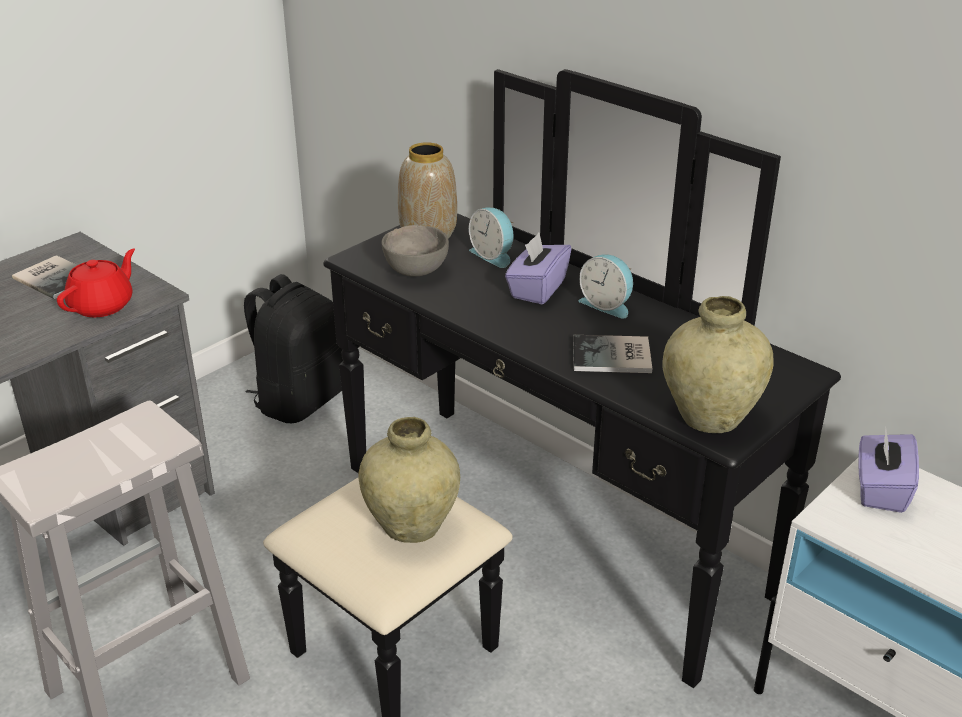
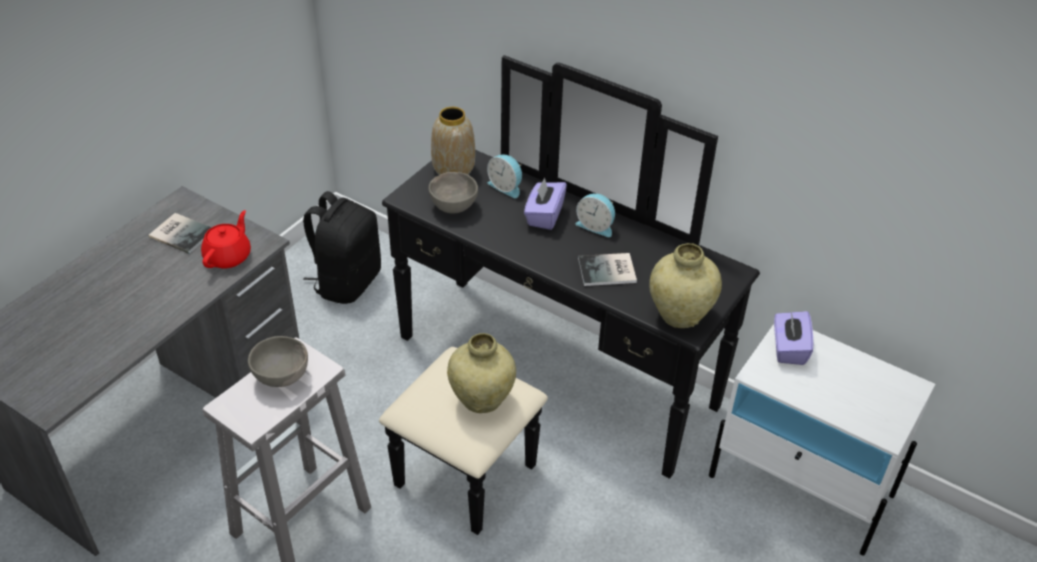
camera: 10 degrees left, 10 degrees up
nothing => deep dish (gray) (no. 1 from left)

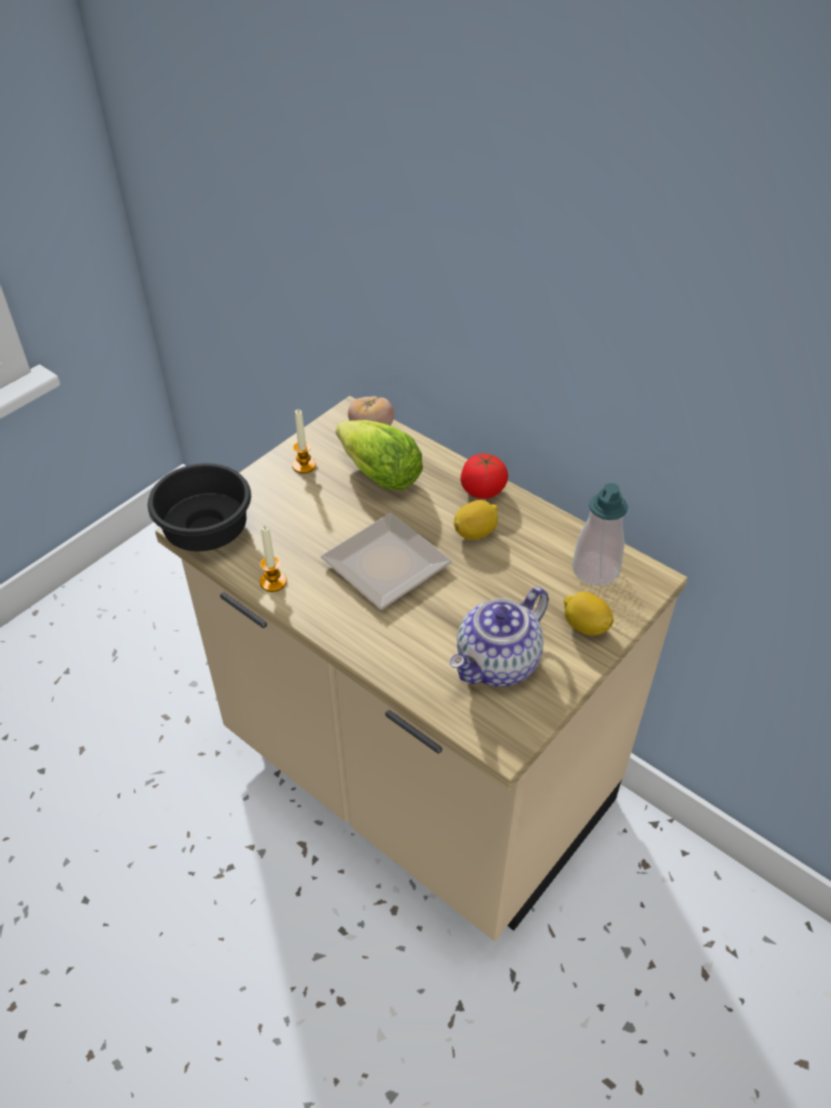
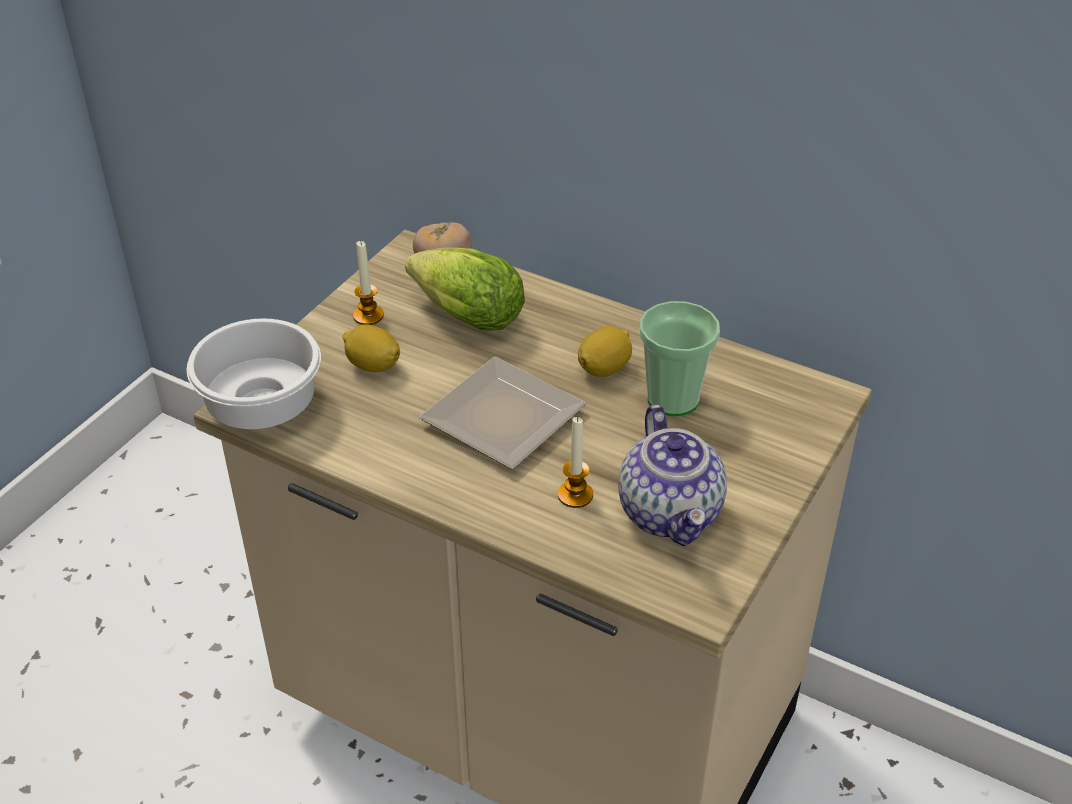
camera: 10 degrees left, 5 degrees down
fresh tomato (no. 2 from left) => nothing
deep dish (blackish) => deep dish (whitish)
soap bottle => nothing
wax candle (no. 1 from left in the first image) => wax candle (no. 2 from left), relocated
teapot, 45 degrees counterclockwise
whole lemon (no. 2 from left in the first image) => whole lemon (no. 1 from left), relocated
nothing => small cup

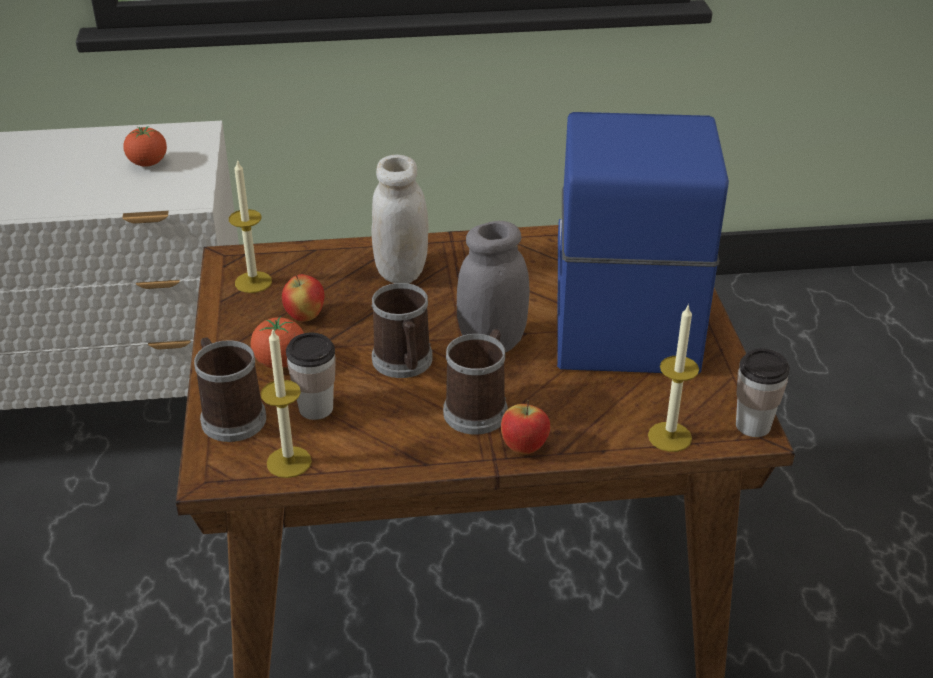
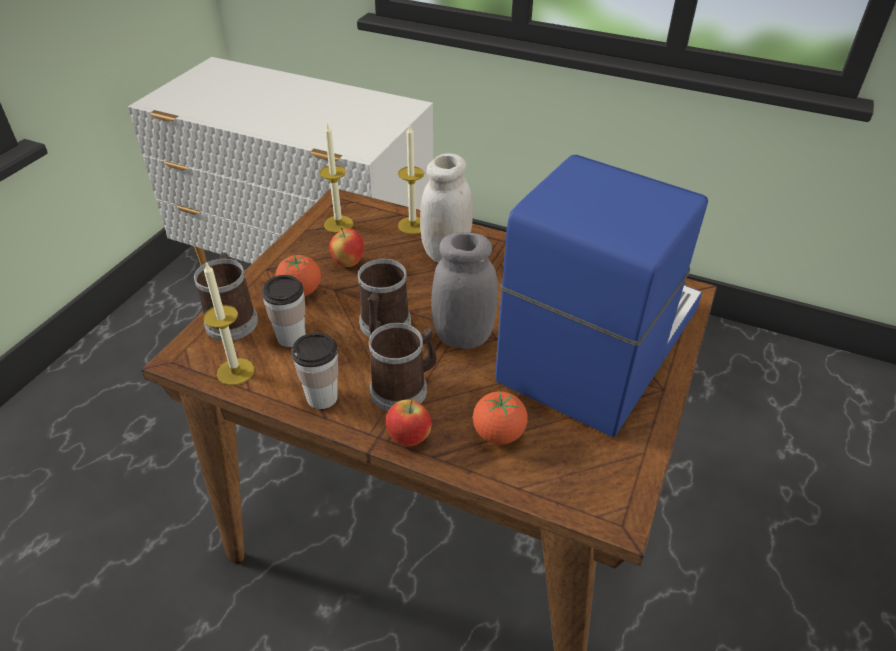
camera: 30 degrees right, 5 degrees up
fresh tomato (no. 1 from left in the first image) => fresh tomato (no. 2 from left), relocated
wax candle (no. 3 from left), relocated
small cup (no. 2 from left), relocated

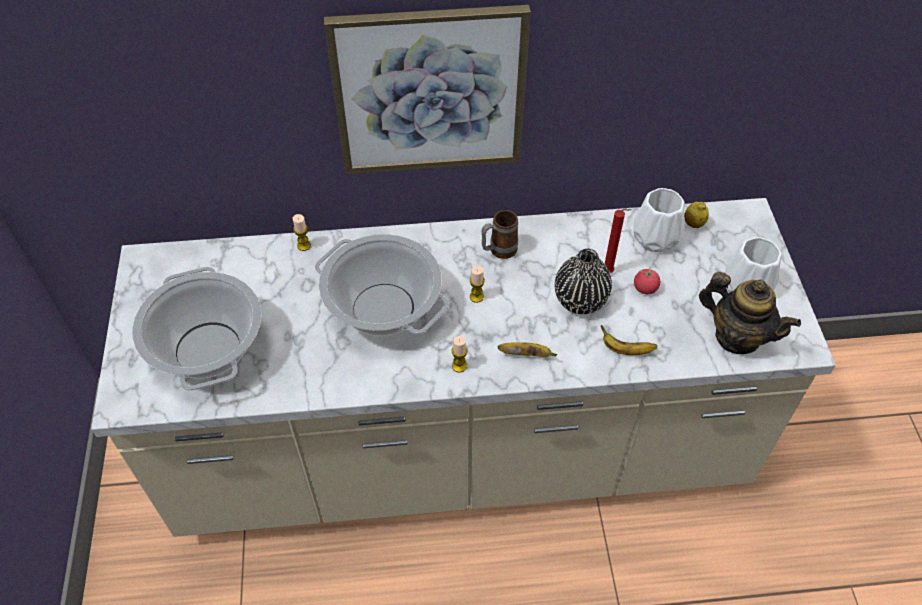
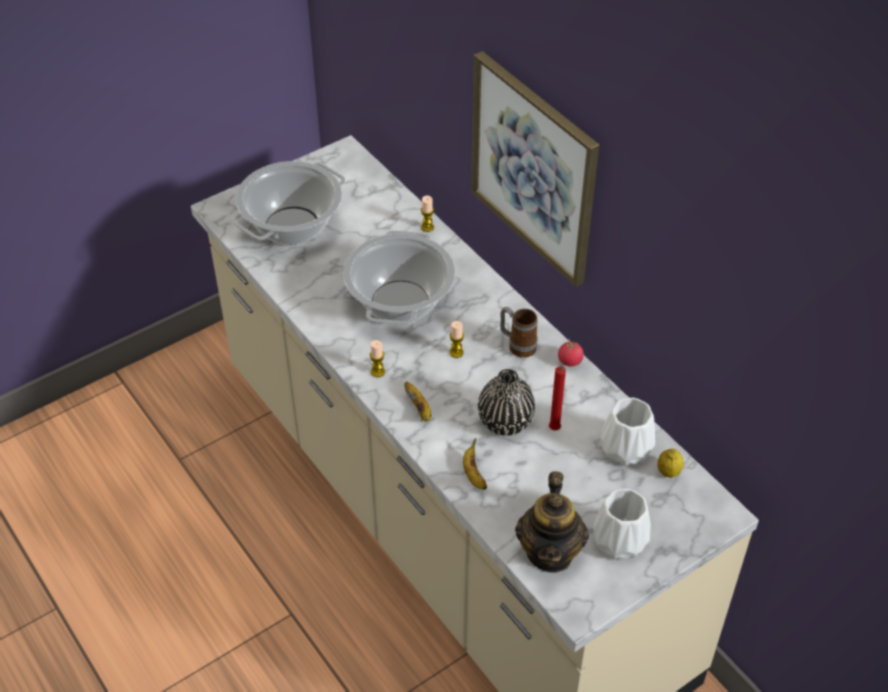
camera: 60 degrees right, 5 degrees down
fresh tomato, relocated

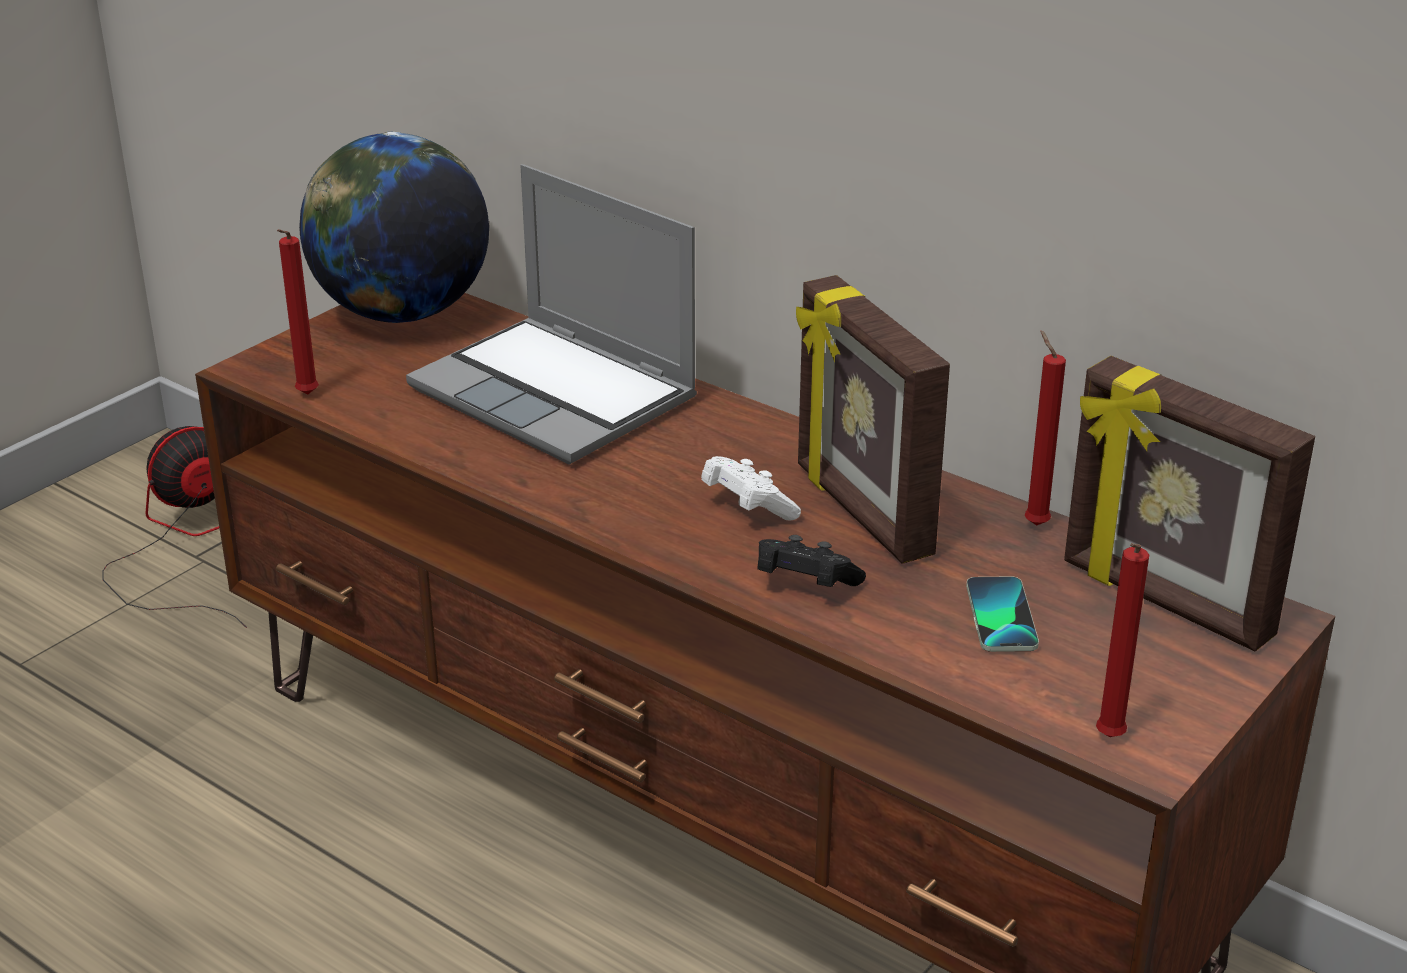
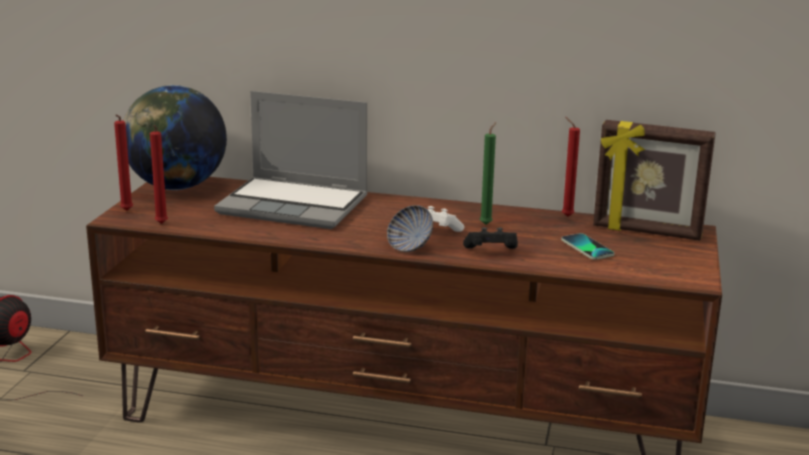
camera: 25 degrees left, 10 degrees down
standing frame (no. 1 from left) => wax candle (green-coloured)
wax candle (red) (no. 3 from left in the first image) => wax candle (red) (no. 1 from left), relocated
nothing => deep dish

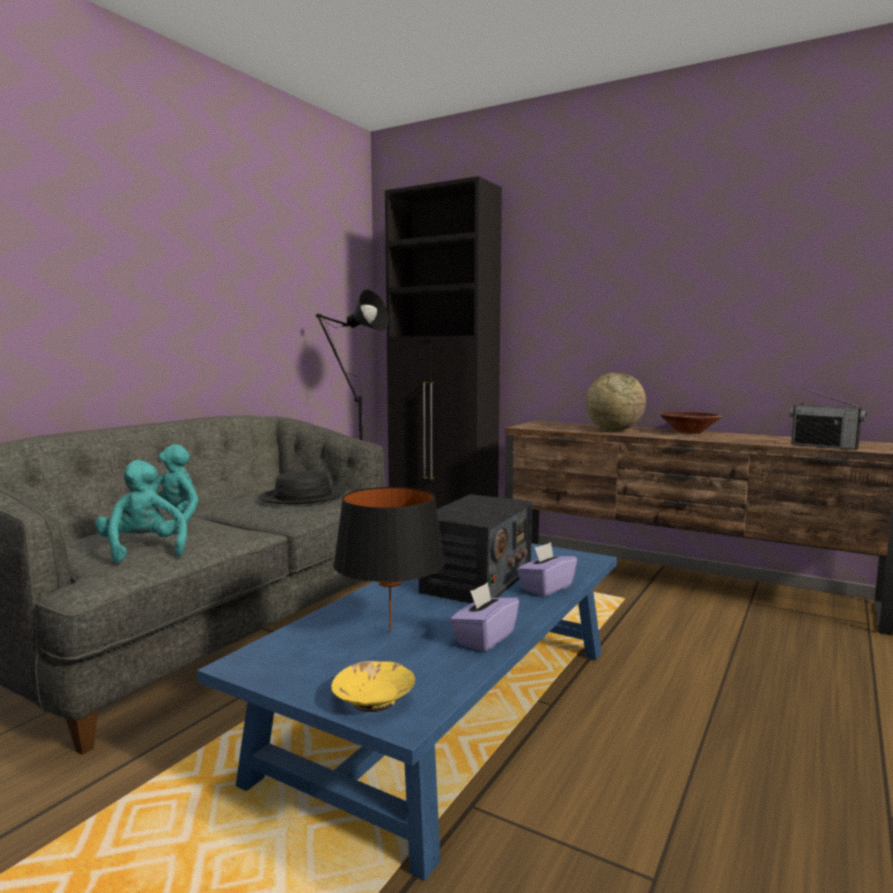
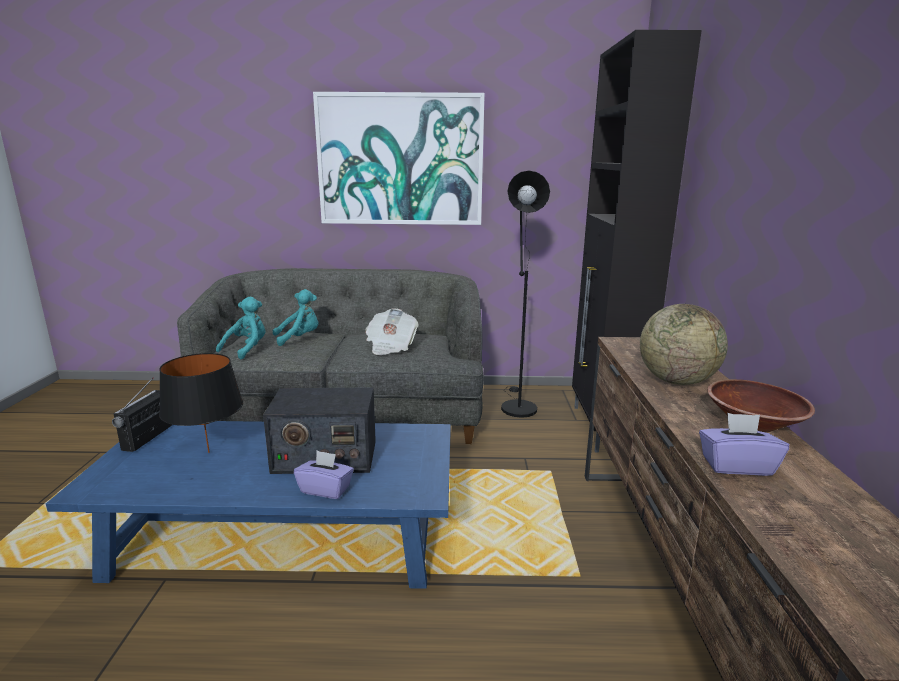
camera: 60 degrees right, 10 degrees up
radio (no. 2 from left in the first image) => radio (no. 1 from left), relocated
hat (blackish) => printed paper
tissue box (purplish) (no. 1 from left in the first image) => tissue box (purplish) (no. 2 from left), relocated
deep dish (yellowish) => nothing
nothing => picture

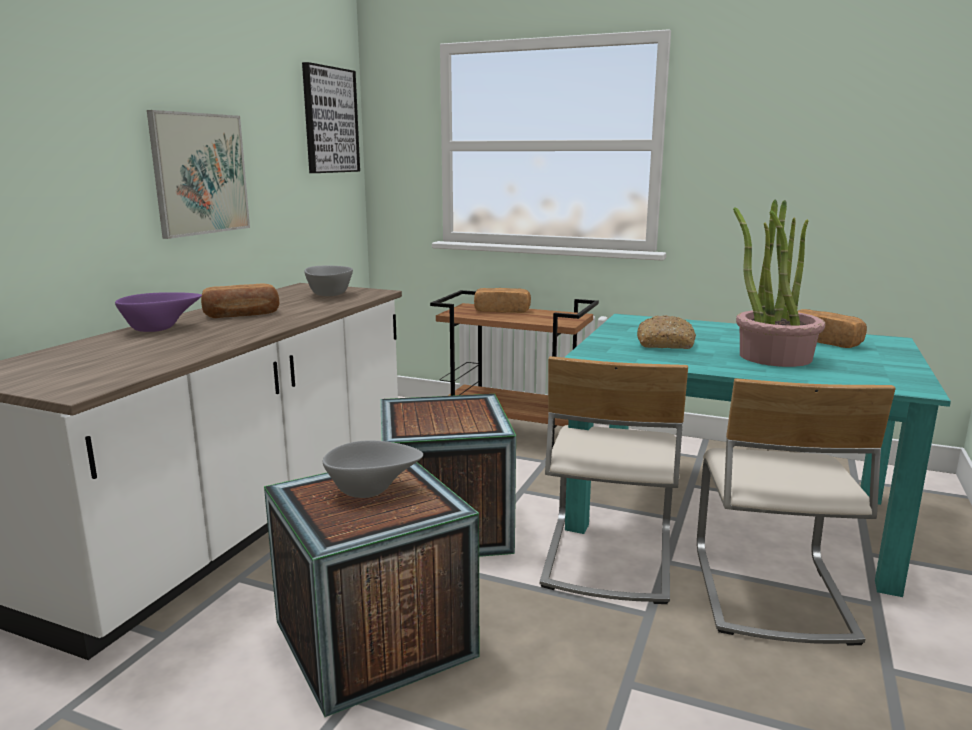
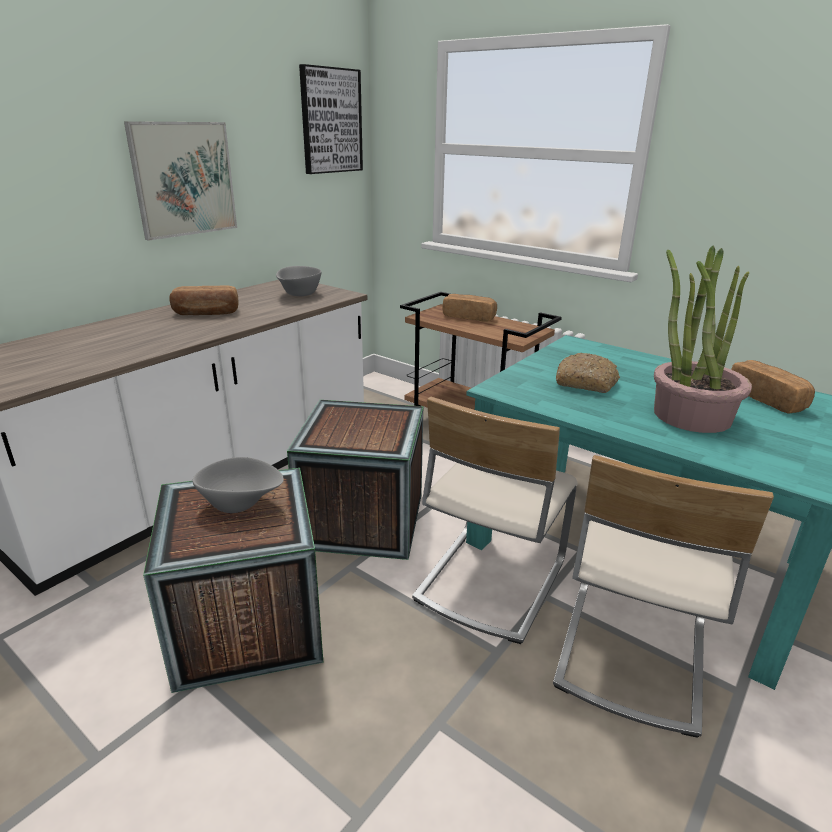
camera: 15 degrees right, 10 degrees up
deep dish (purplish) => nothing

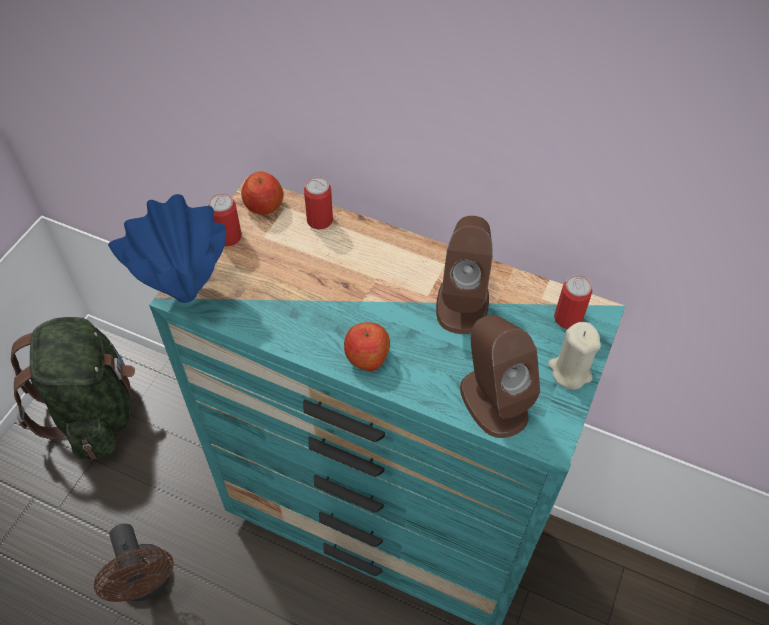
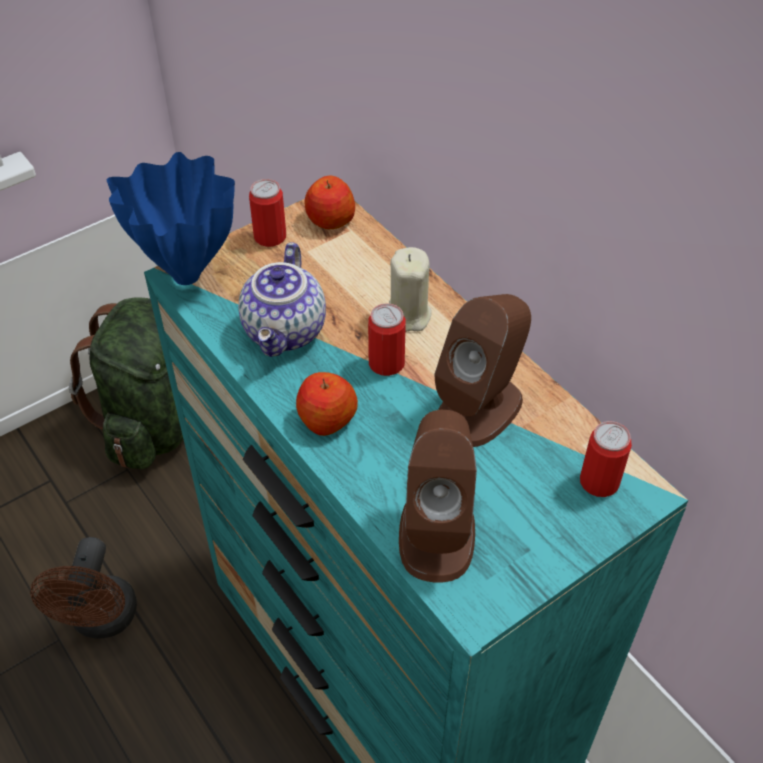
camera: 30 degrees right, 5 degrees down
can (no. 2 from left), relocated
wax candle (sand-coloured), relocated
nothing => teapot

